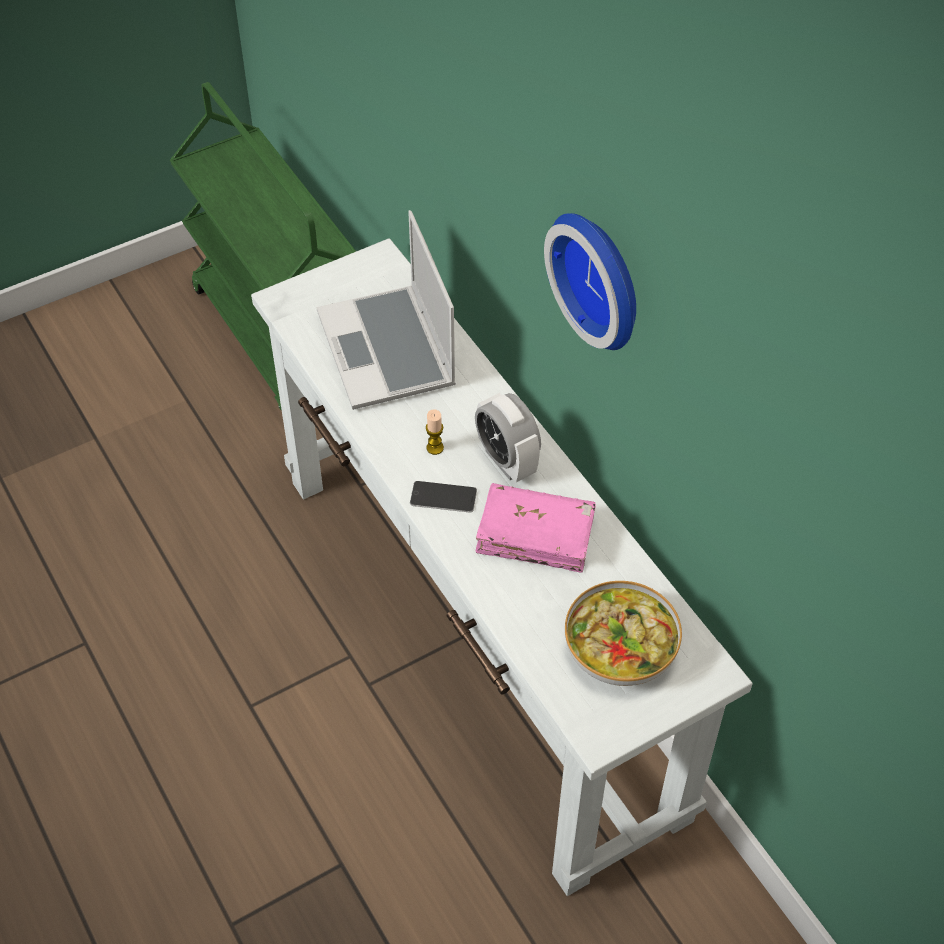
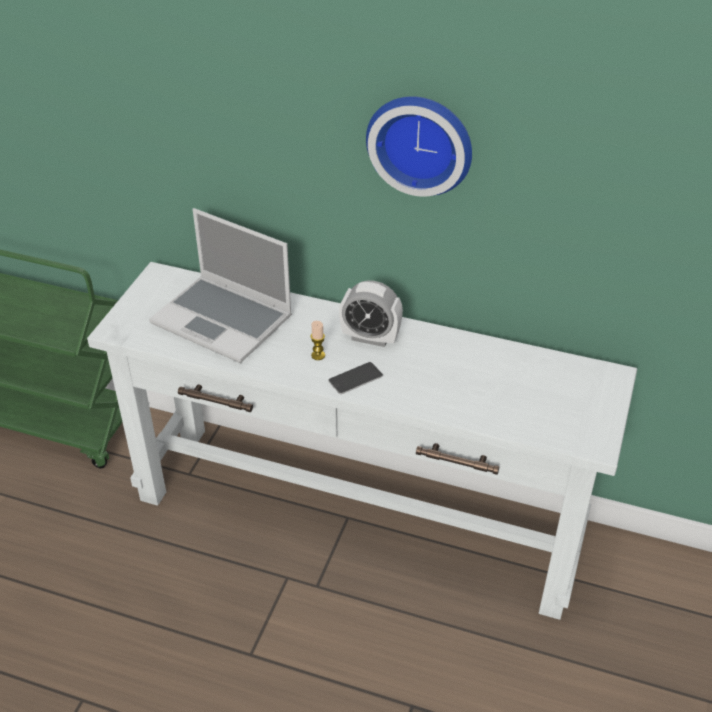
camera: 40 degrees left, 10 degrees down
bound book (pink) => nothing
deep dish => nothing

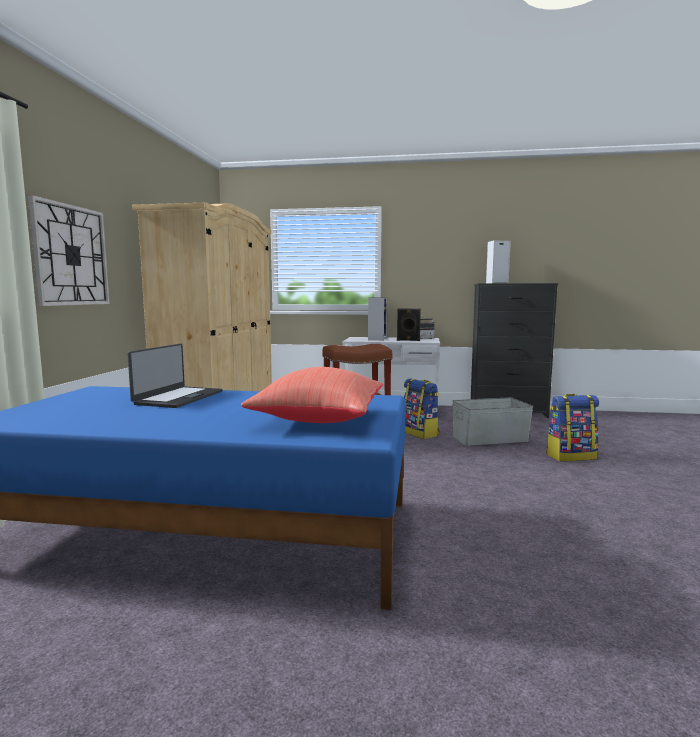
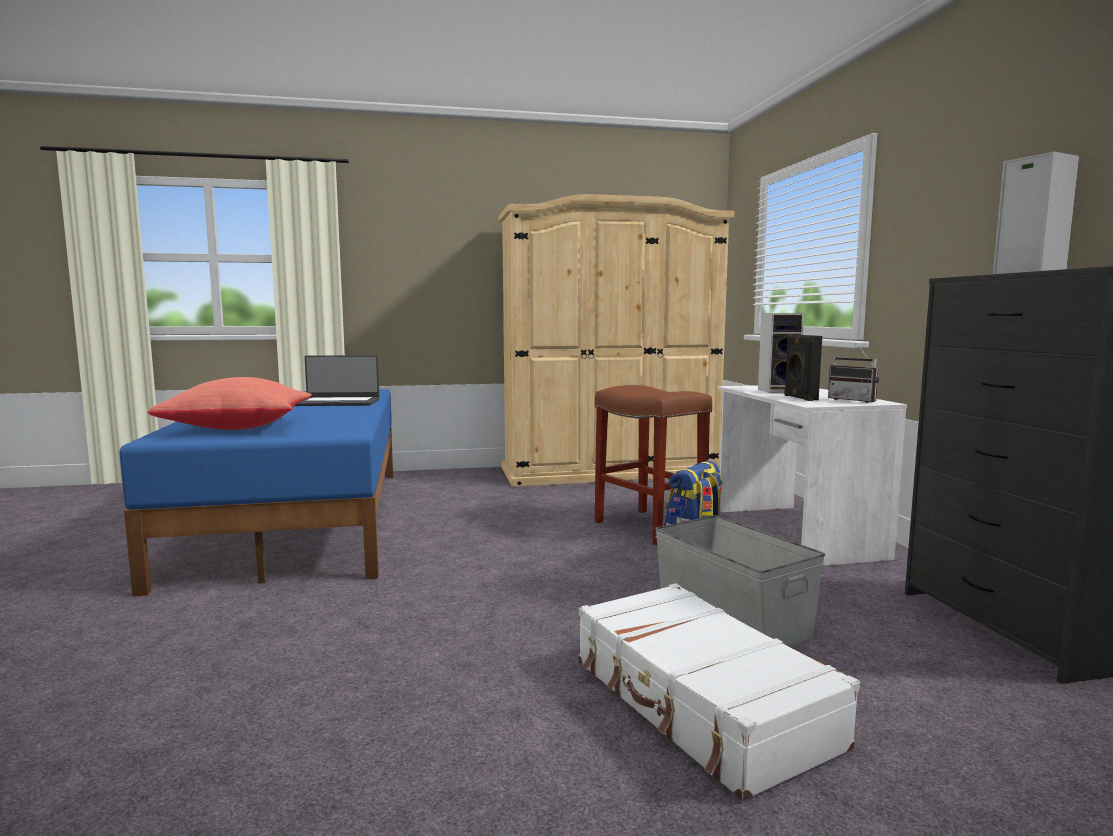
camera: 70 degrees right, 0 degrees up
wall clock => nothing
knapsack (no. 2 from left) => piece of luggage (whitish)

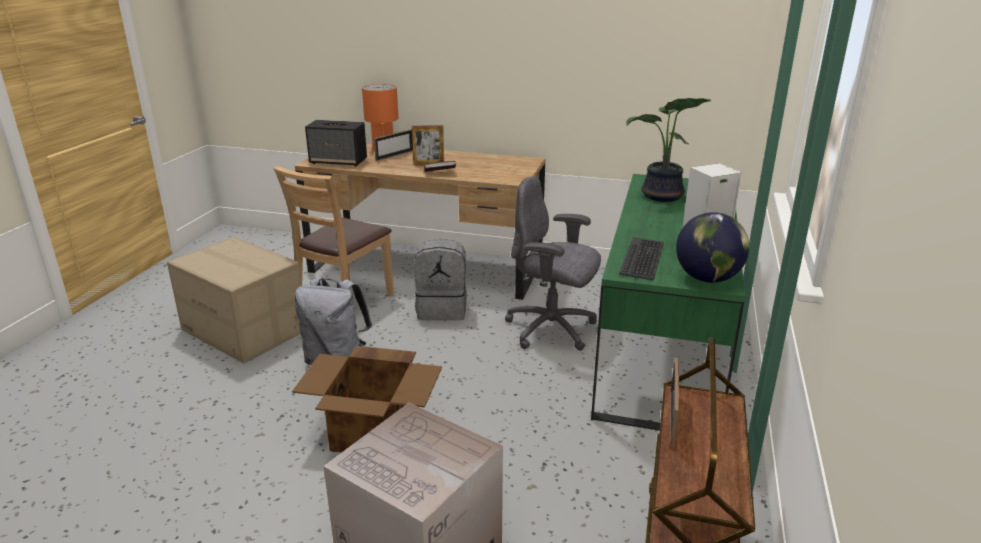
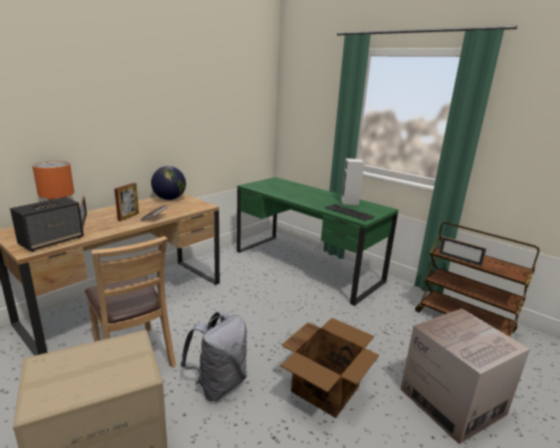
camera: 65 degrees left, 5 degrees down
houseplant => nothing
desk chair (gray) => nothing
desk globe, relocated
knapsack (gray) (no. 2 from left) => nothing

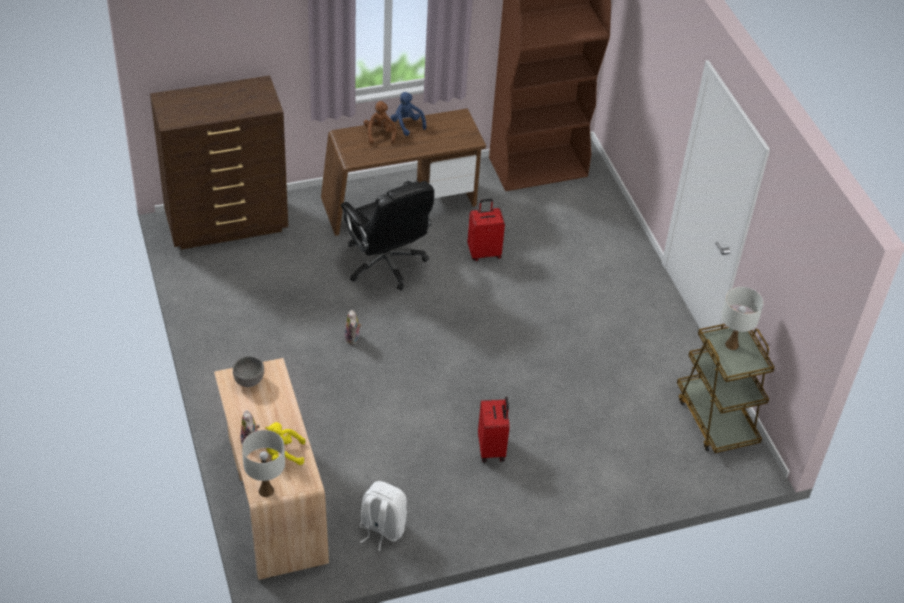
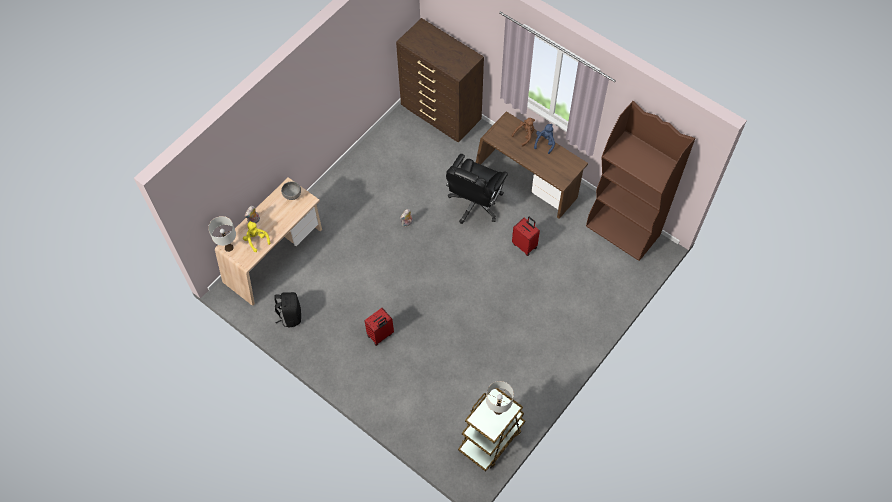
camera: 60 degrees right, 15 degrees up
knapsack (whitish) => knapsack (blackish)

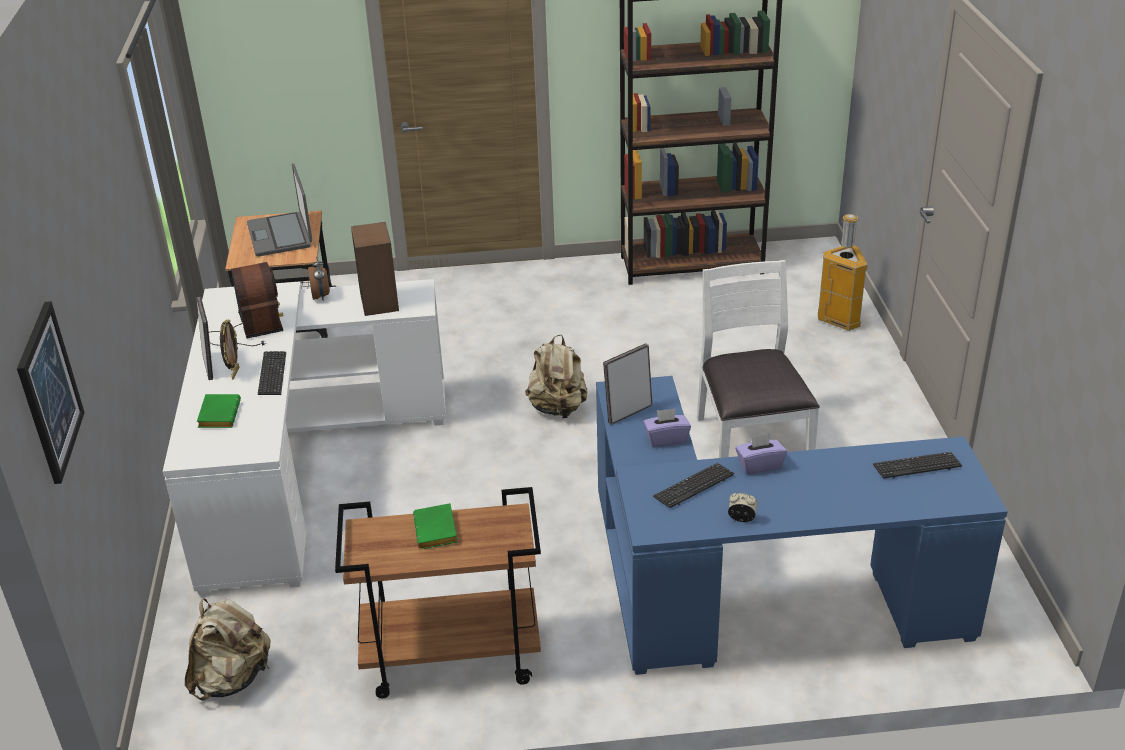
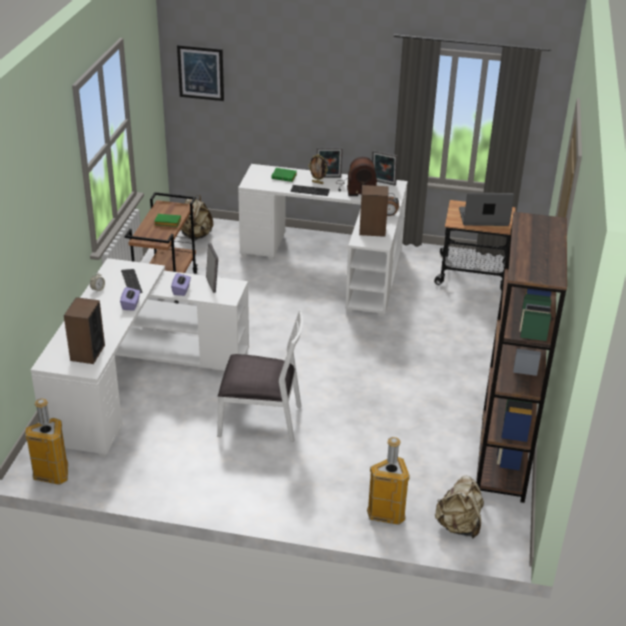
camera: 105 degrees right, 0 degrees up
knapsack (sand-coloured) (no. 2 from left), relocated
desk unit (blue) => desk unit (whitish) (no. 1 from left)
keyboard (no. 3 from left) => loudspeaker (no. 1 from left)
nothing => standing frame (no. 4 from left)
nothing => waste bin (no. 1 from left)

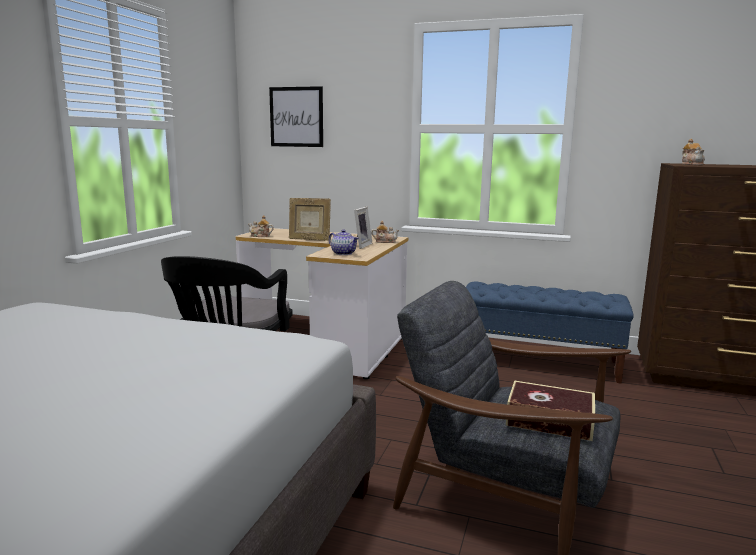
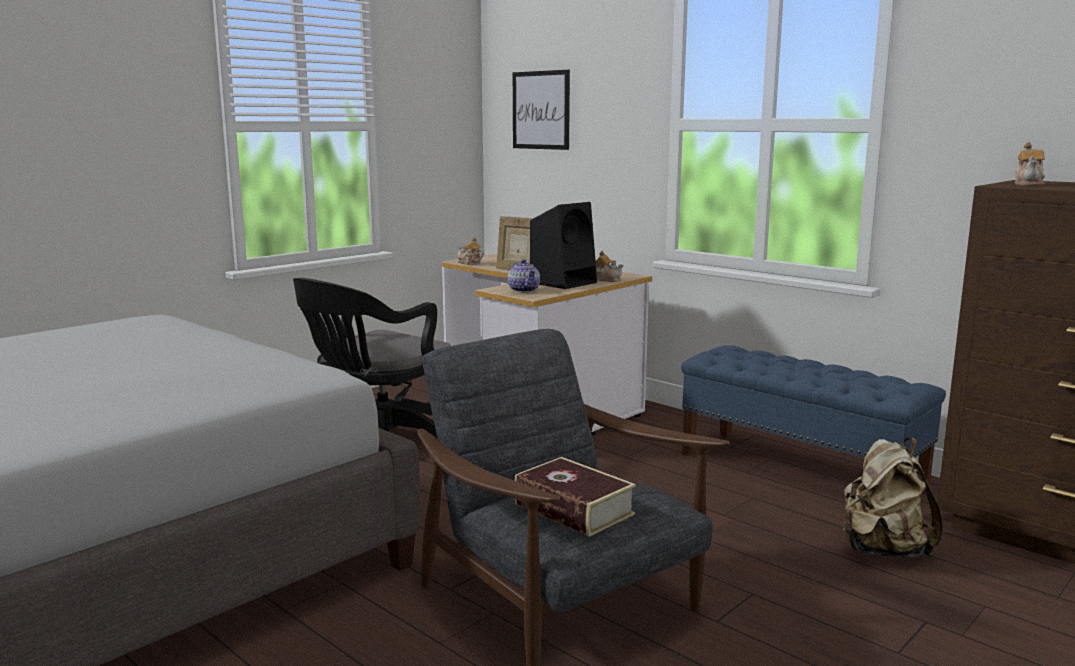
camera: 25 degrees right, 0 degrees up
standing frame (no. 2 from left) => loudspeaker (blackish)
nothing => knapsack (sand-coloured)

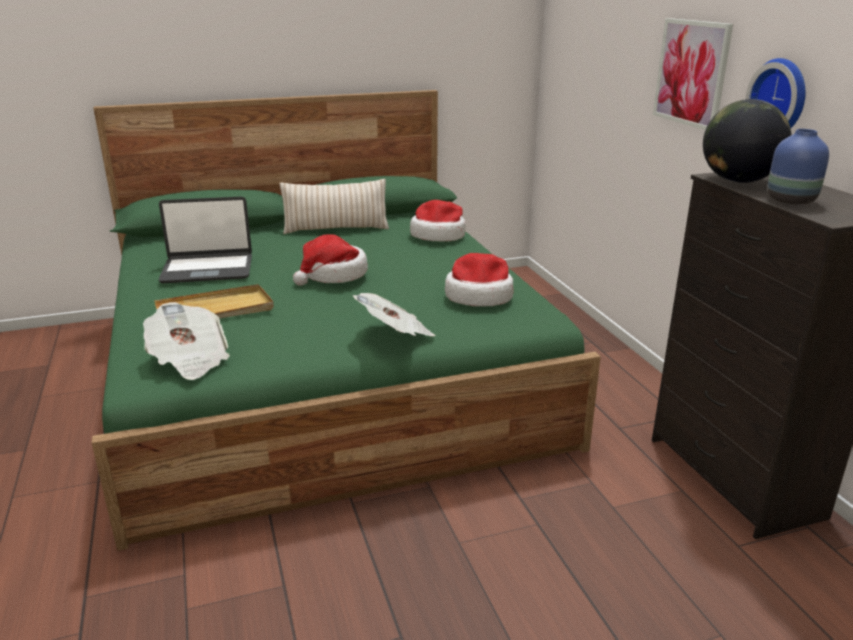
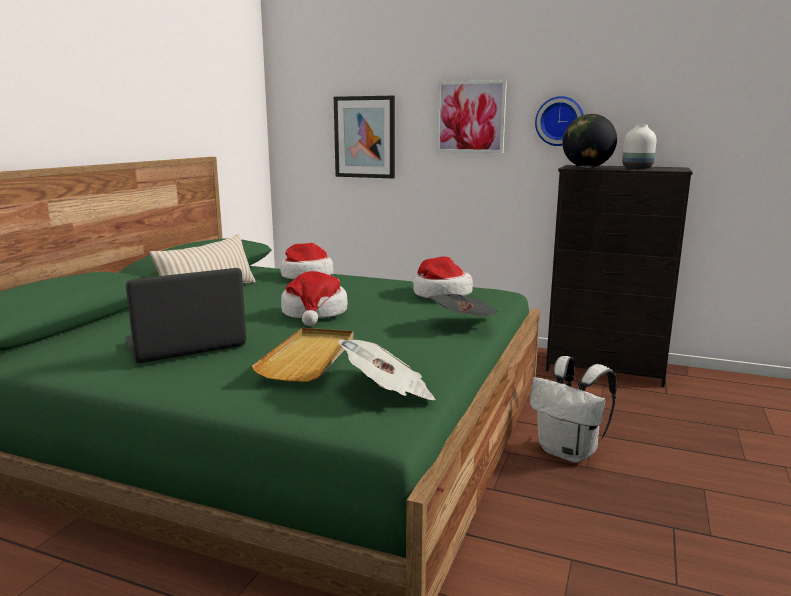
camera: 50 degrees left, 10 degrees down
decorative vase (blue) => decorative vase (whitish)
notebook computer, 150 degrees counterclockwise
nothing => picture (no. 1 from left)
nothing => knapsack (whitish)

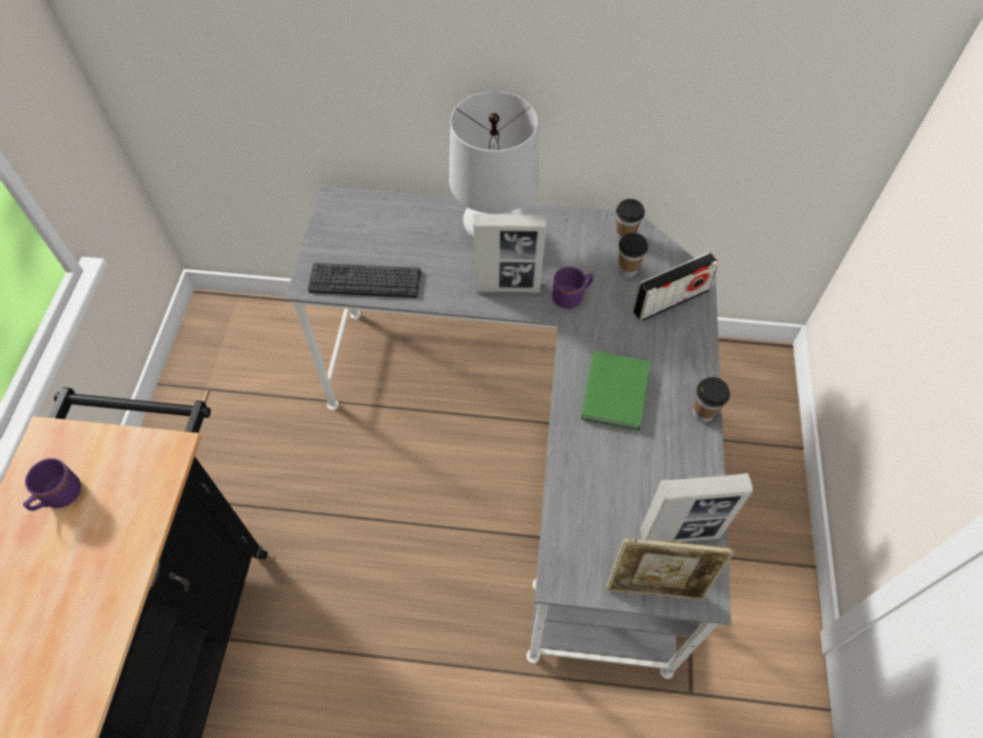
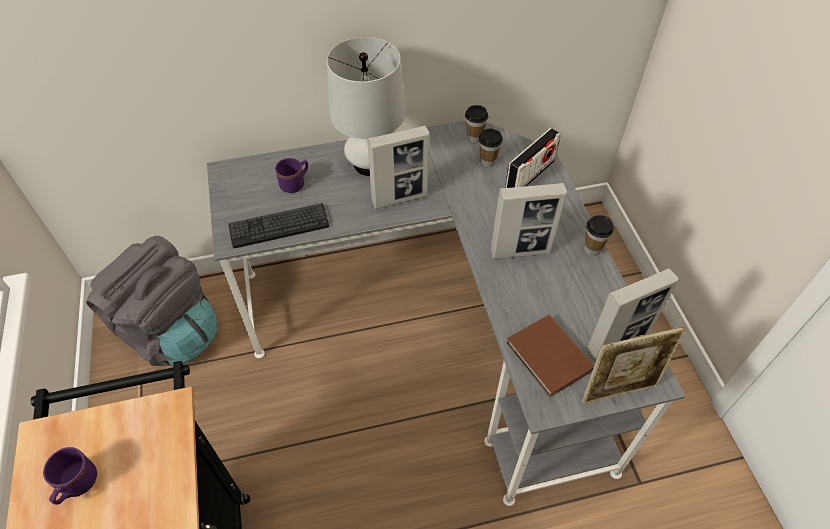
camera: 20 degrees left, 5 degrees down
mug (purplish) (no. 2 from left), relocated
bound book (green-coloured) => standing frame (no. 2 from left)
nothing => knapsack (gray)
nothing => bound book (brown)

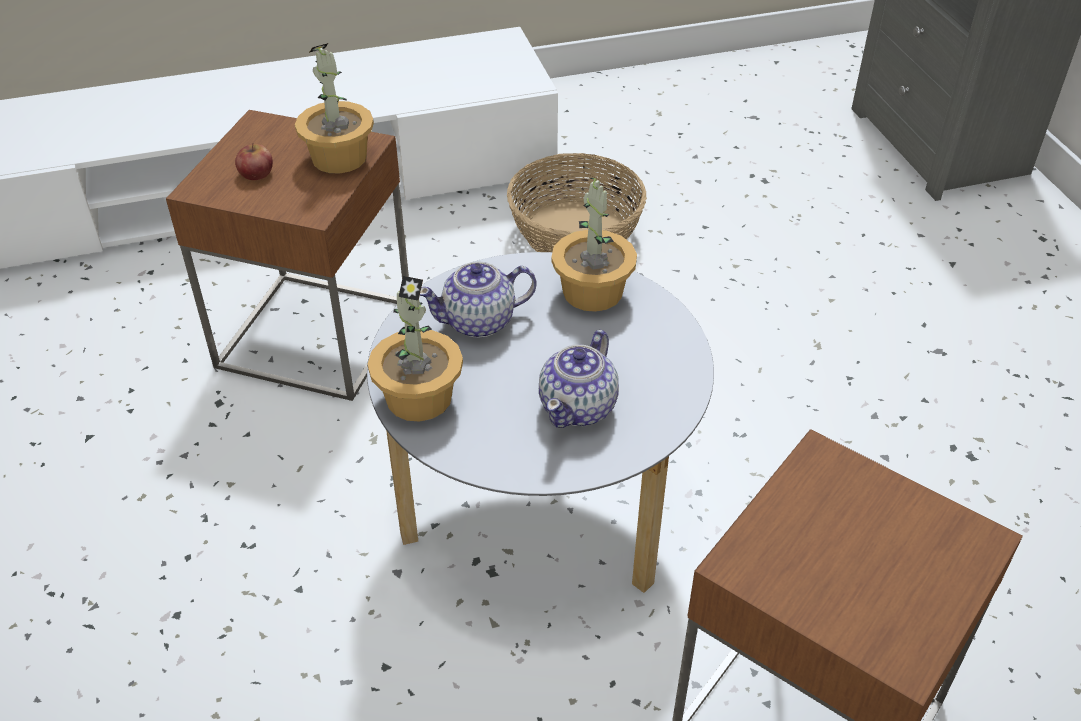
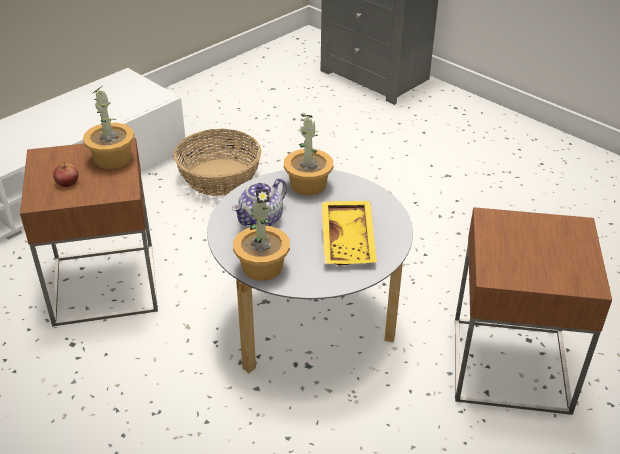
camera: 30 degrees left, 5 degrees down
teapot (no. 2 from left) => carrying tray (yellowish)

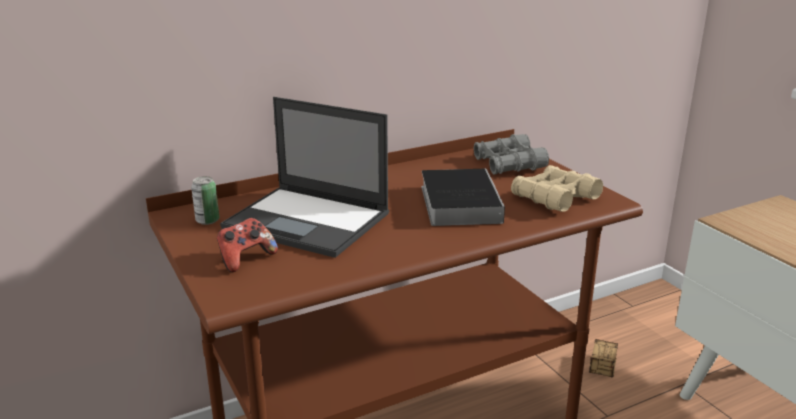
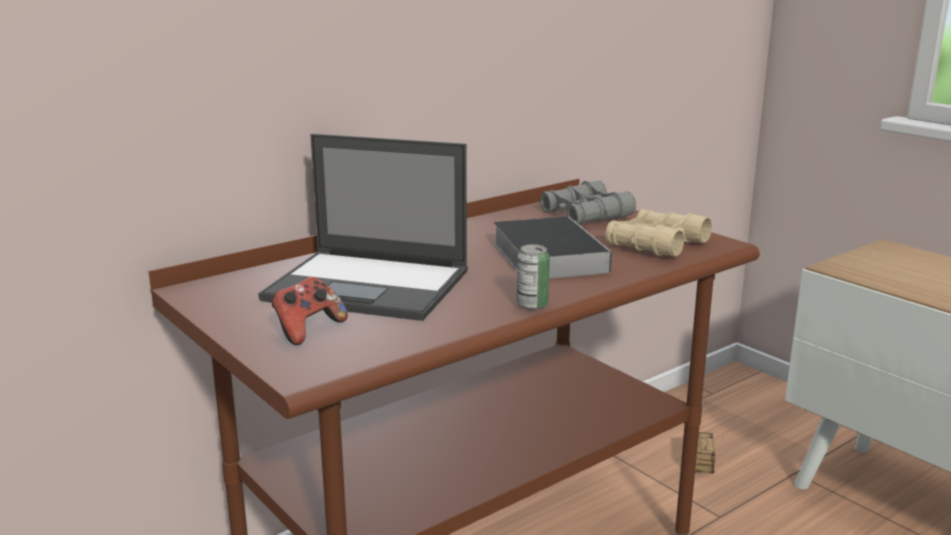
camera: 10 degrees left, 5 degrees down
can, relocated

